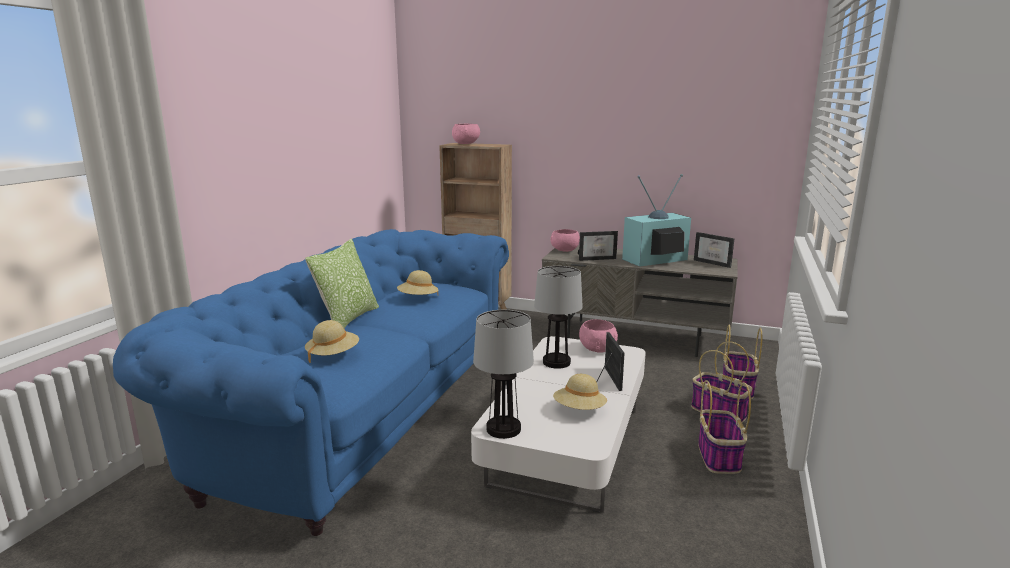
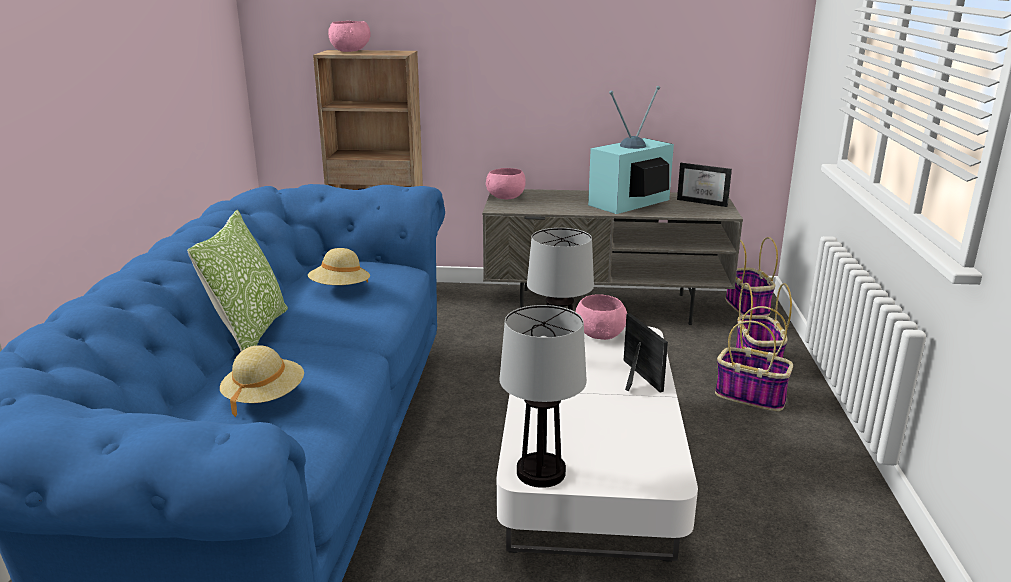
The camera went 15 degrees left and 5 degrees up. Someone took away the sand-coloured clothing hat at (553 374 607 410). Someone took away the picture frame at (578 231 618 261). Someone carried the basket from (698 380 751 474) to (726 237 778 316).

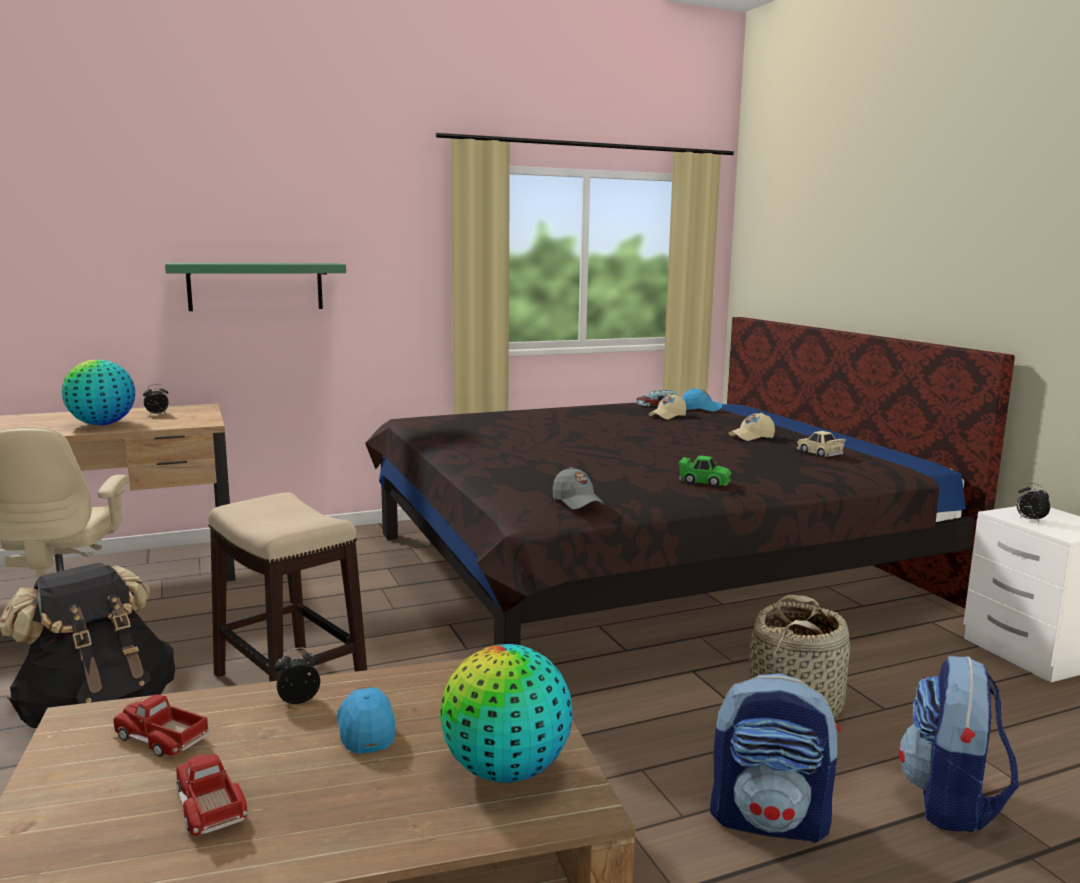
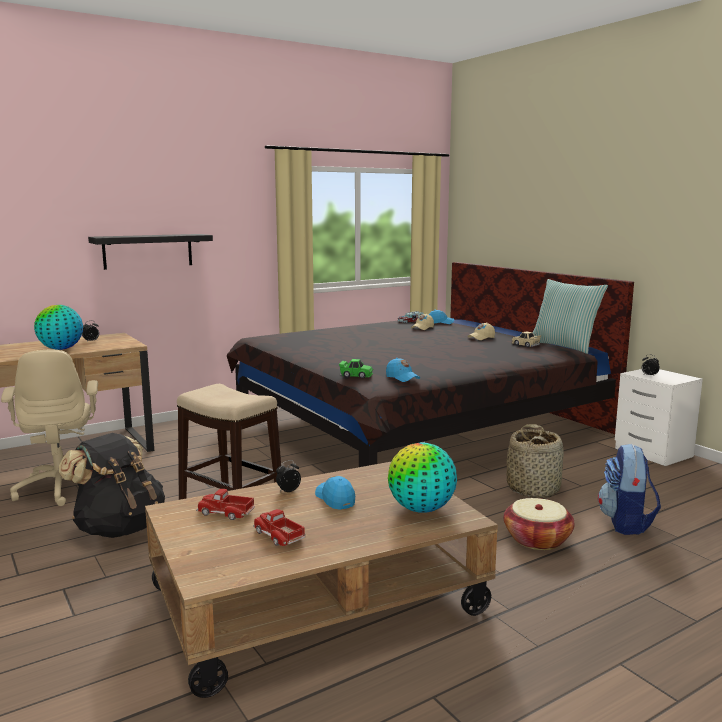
The camera went 10 degrees left and 0 degrees up. Someone put down the throw pillow at (533 279 608 354). Someone carried the greenish miniature car from (678 456 732 486) to (339 359 373 378). Someone swapped the knapsack at (710 673 841 843) for the basket at (504 498 575 550). Someone repainted the greenish wall shelf at (165 263 346 311), which became the black wall shelf at (88 234 213 270). Someone repainted the gray peaked cap at (552 467 604 509), which became the blue peaked cap at (386 358 420 382).

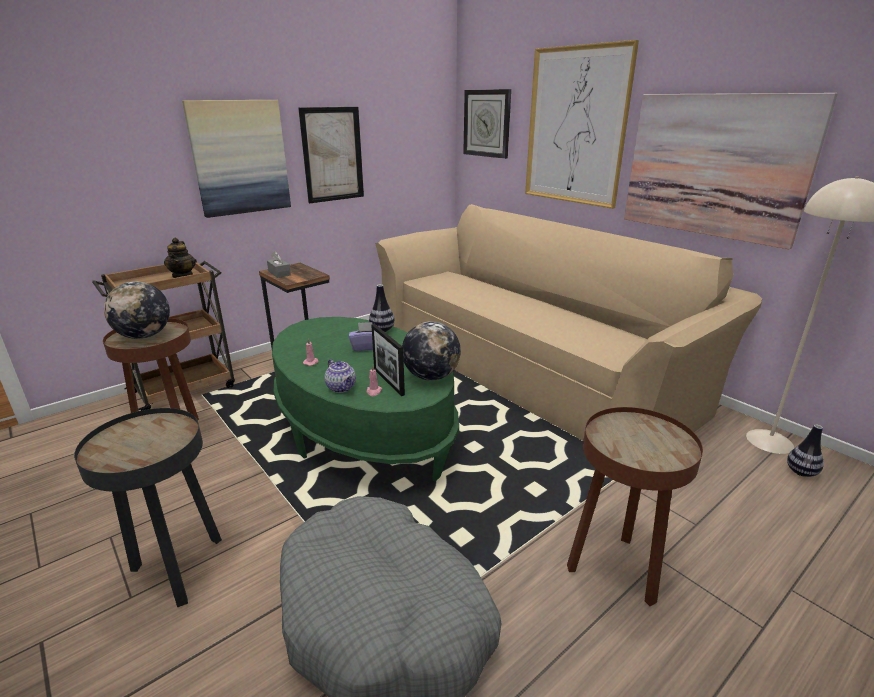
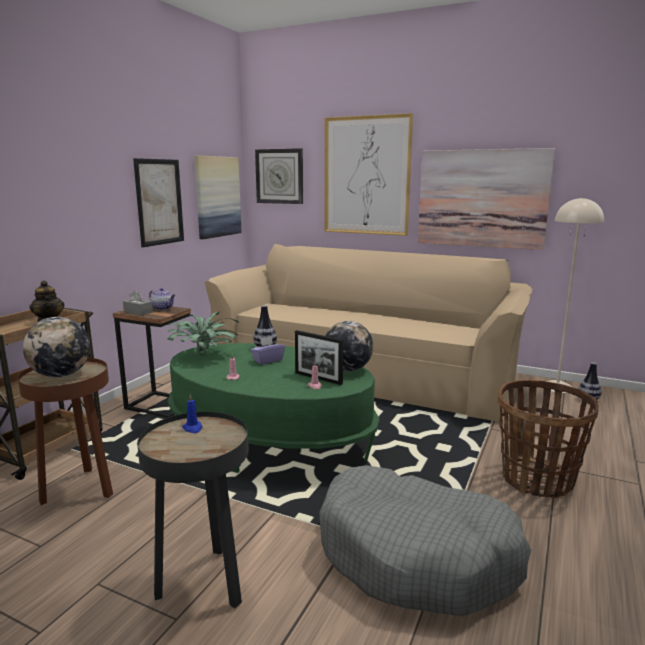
The camera went 25 degrees left and 10 degrees down. Someone put down the plant in a pot at (167 311 239 355). Someone put down the blue wax candle at (182 394 202 433). Someone carried the wall art from (182 100 291 218) to (194 156 242 239). Someone carried the tea pot from (325 359 356 393) to (149 288 175 310). Someone swapped the brown side table at (567 407 703 606) for the basket at (498 380 599 498).

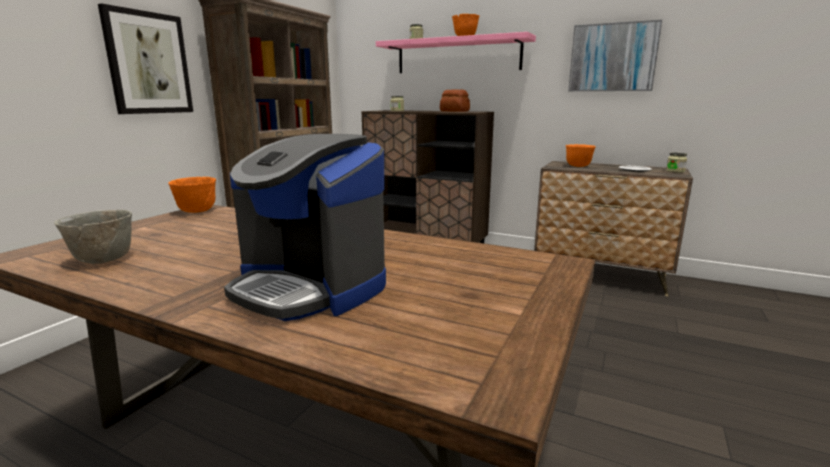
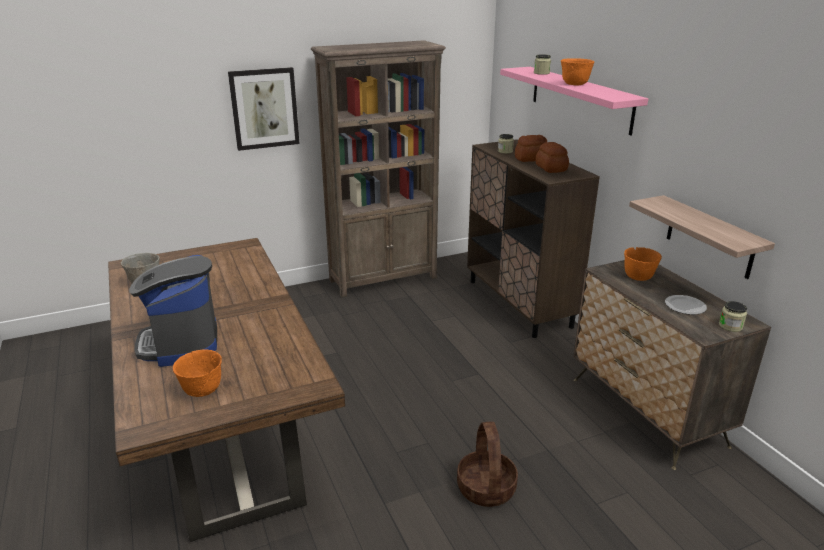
The camera went 40 degrees right and 10 degrees up. Someone took away the wall art at (568 20 662 91). Someone put down the basket at (457 422 518 507). Someone put down the bread at (515 135 547 162). Someone put up the wall shelf at (629 195 775 279). Someone carried the orangey bowl from (168 177 216 213) to (173 349 222 397).

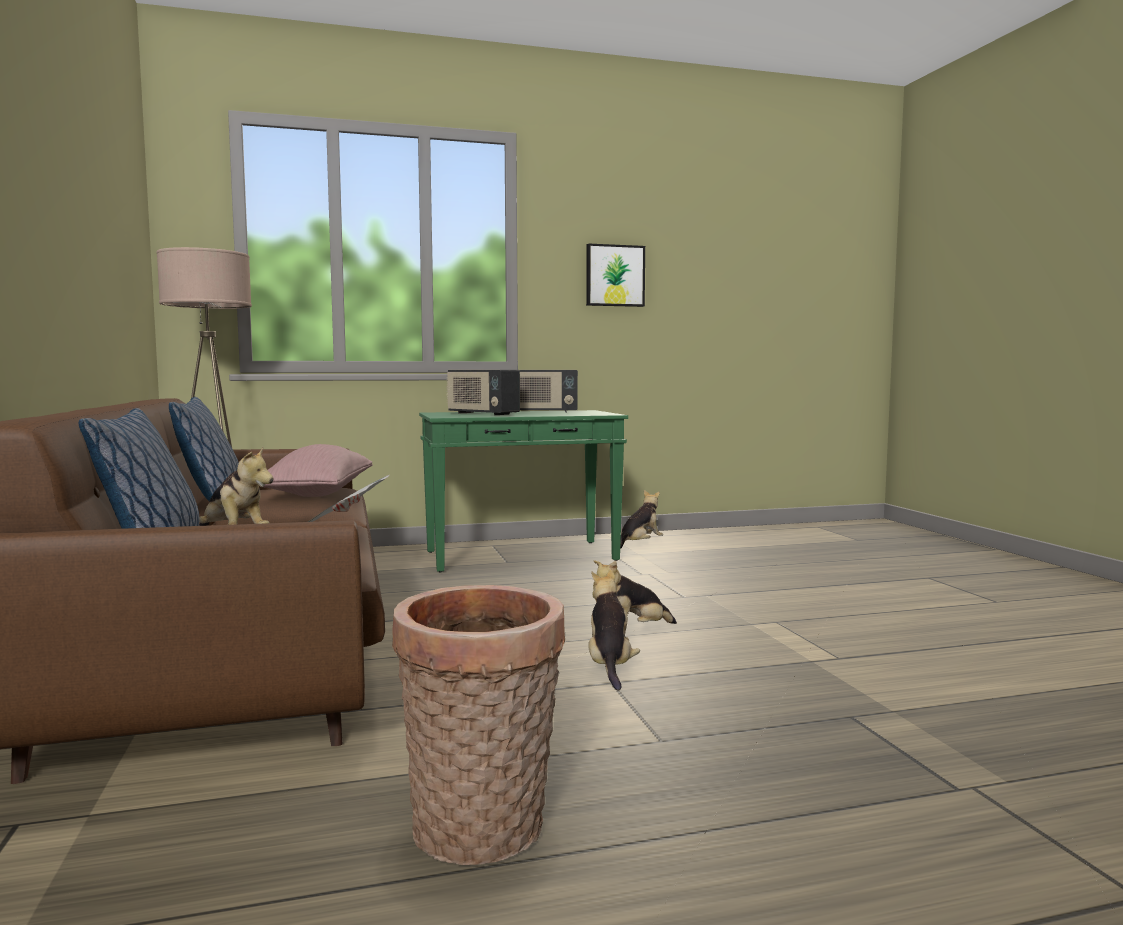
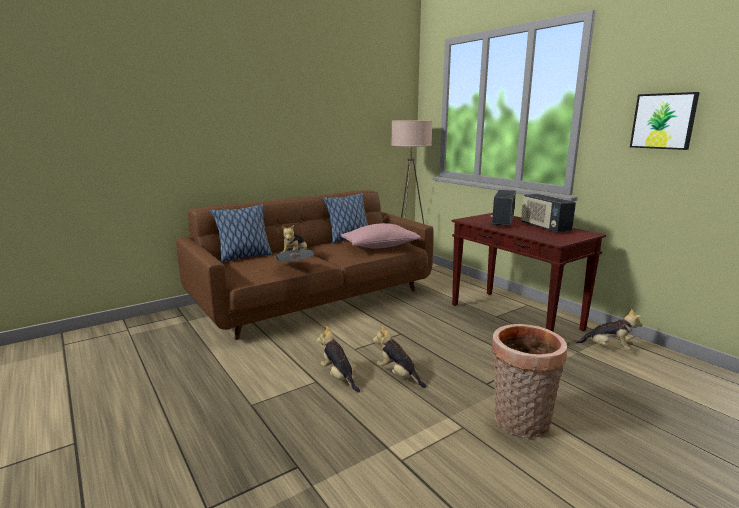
The camera went 70 degrees right and 10 degrees up. Someone carried the basket from (392 585 565 865) to (492 324 567 438). Someone repainted the greenish narrow table at (419 410 628 573), which became the brown narrow table at (452 213 606 332). Someone rotated the soft toy at (588 570 640 691) by 105 degrees counterclockwise.

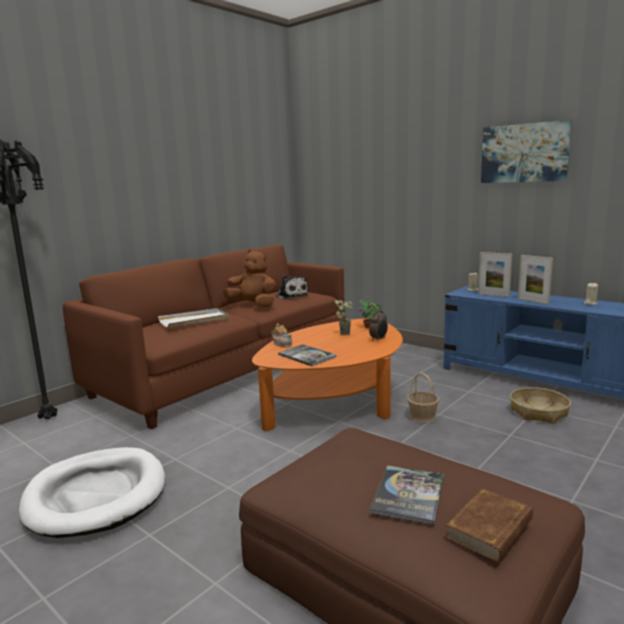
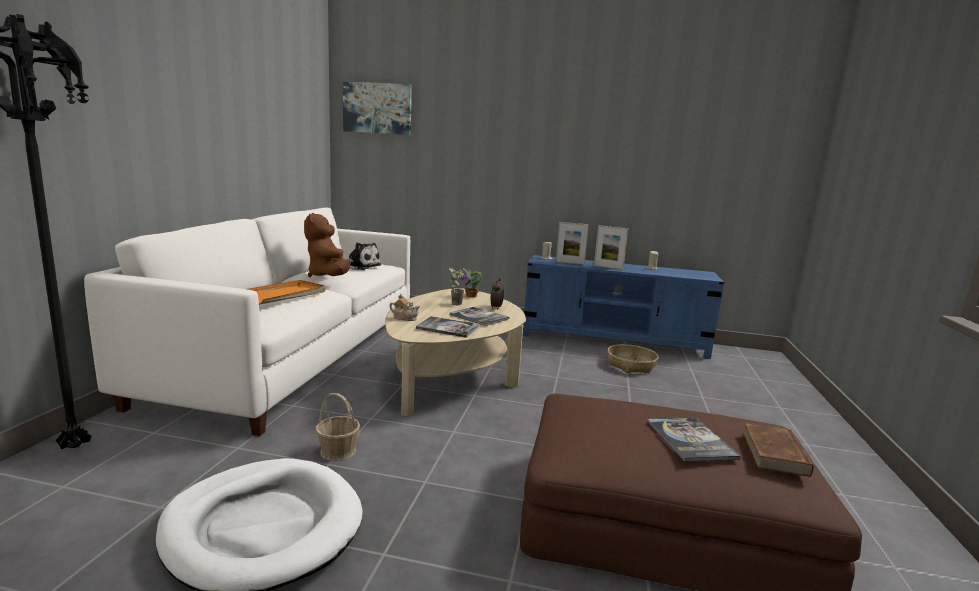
The camera went 30 degrees left and 0 degrees up. Someone put down the book at (450 307 509 326). Someone carried the basket from (407 373 439 423) to (315 393 360 461). Someone carried the wall art from (481 120 572 183) to (343 82 412 135). Someone repainted the brown settee at (63 244 345 429), which became the white settee at (84 208 410 436). Someone repainted the white serving tray at (158 308 230 328), which became the orangey serving tray at (247 280 326 305). Someone repainted the orangey lounge table at (252 319 403 431), which became the sand-coloured lounge table at (385 288 526 416). Someone rotated the brown soft toy at (223 250 276 307) by 105 degrees counterclockwise.

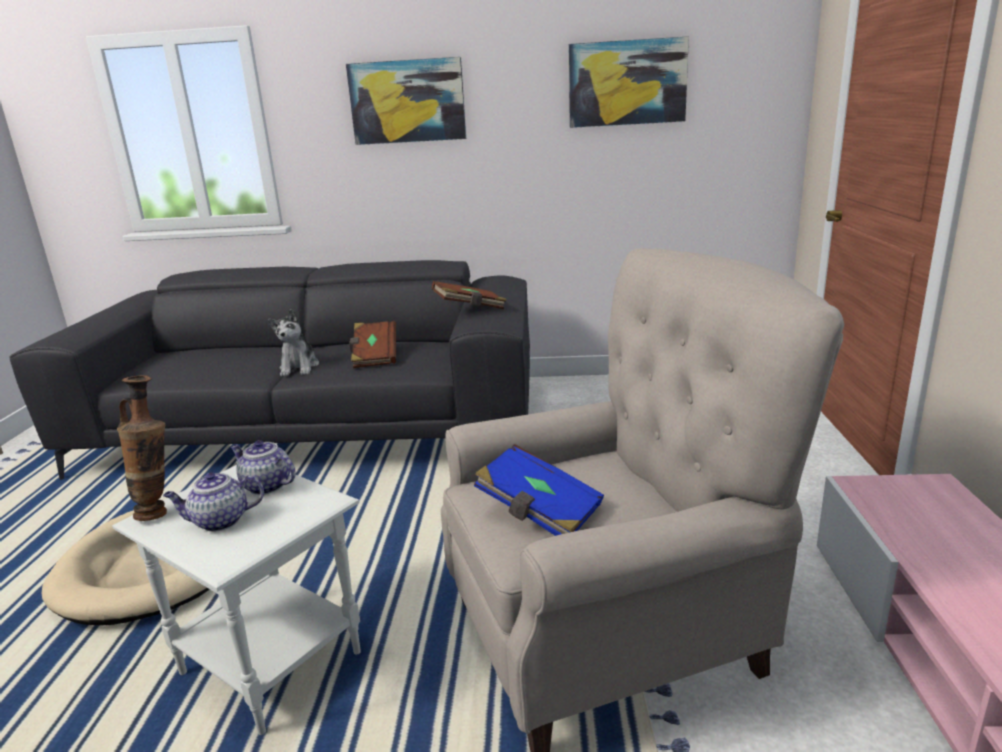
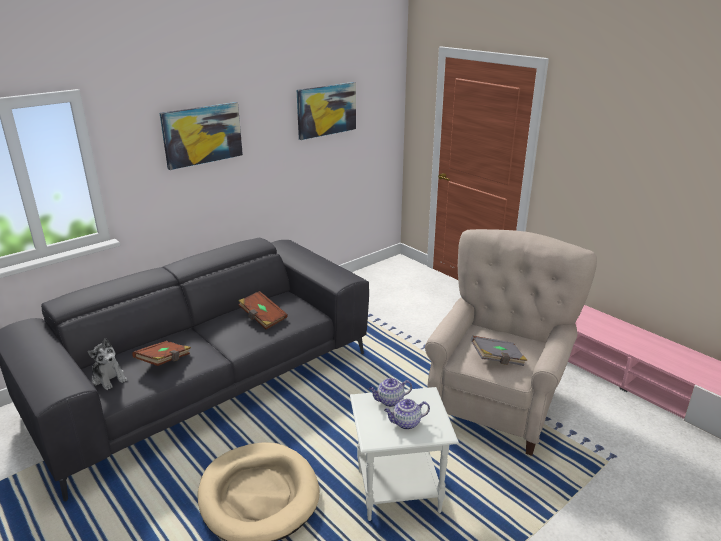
The camera went 45 degrees left and 5 degrees up. Someone took away the flower vase at (117 375 167 521). Someone carried the soft toy from (268 309 319 376) to (88 338 127 390). Someone carried the brown book from (432 281 507 309) to (132 341 191 366). Someone repainted the blue book at (474 444 604 536), which became the gray book at (471 336 527 366). Someone rotated the tea pot at (163 472 264 532) by 45 degrees clockwise.

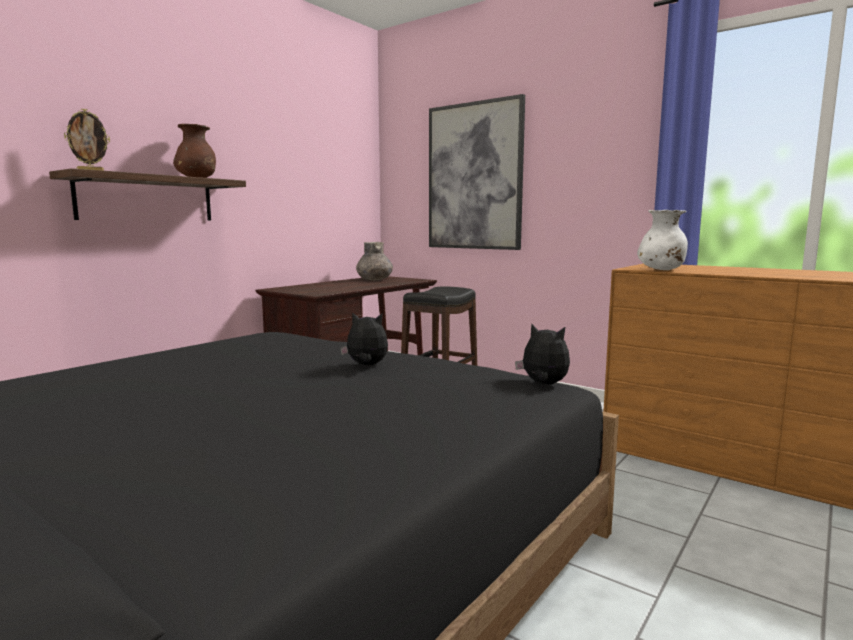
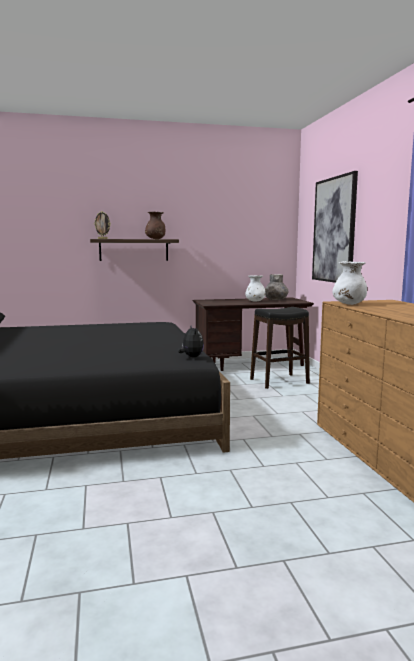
The camera went 40 degrees right and 0 degrees up. Someone took away the soft toy at (340 312 388 365). Someone put down the white flower vase at (245 275 266 302).

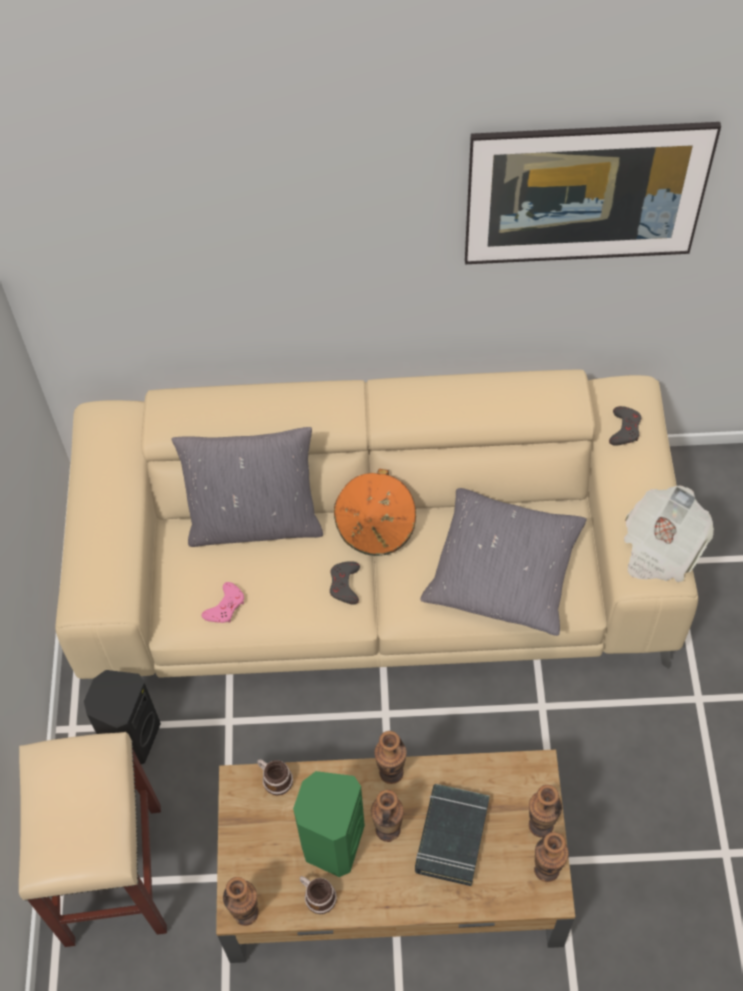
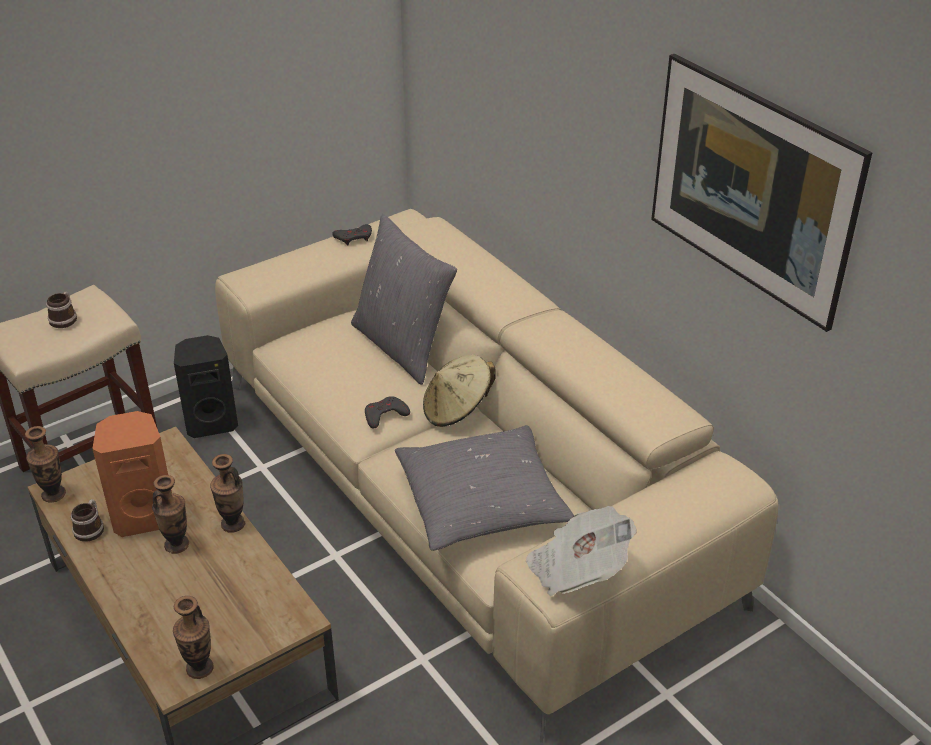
The camera went 55 degrees right and 20 degrees down. Someone took away the pink gamepad at (202 582 244 623). Someone took away the black book at (415 784 490 886). Someone took away the flower vase at (529 785 562 837). Someone carried the coffee mug from (257 759 293 795) to (46 292 77 328). Someone carried the gray gamepad from (609 406 641 446) to (332 224 372 245). Someone repainted the greenish loudspeaker at (293 771 365 877), which became the orangey loudspeaker at (92 411 172 537). Someone repainted the orangey clothing hat at (334 469 416 556), which became the sand-coloured clothing hat at (423 355 496 427).

